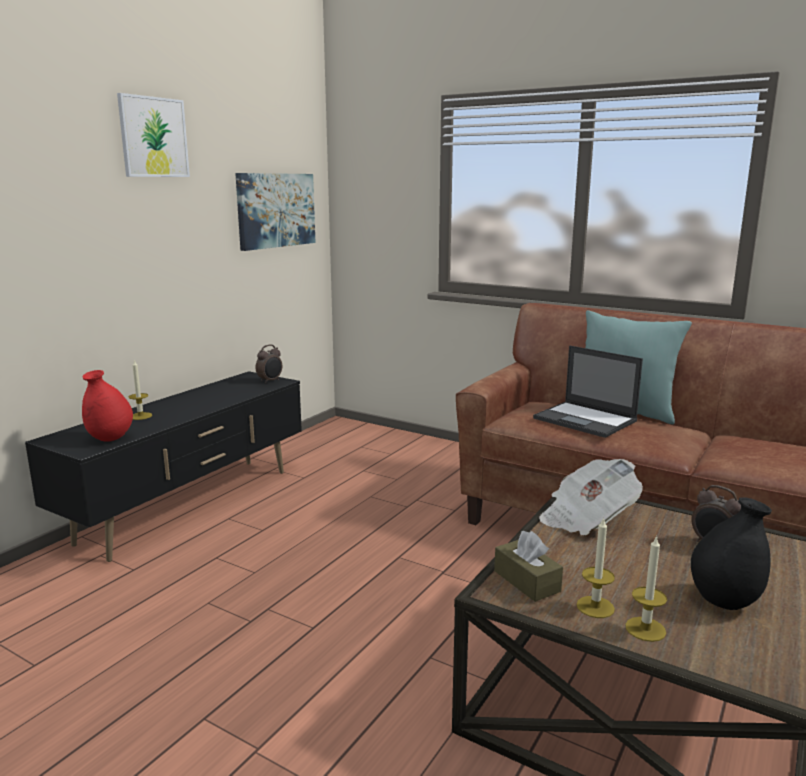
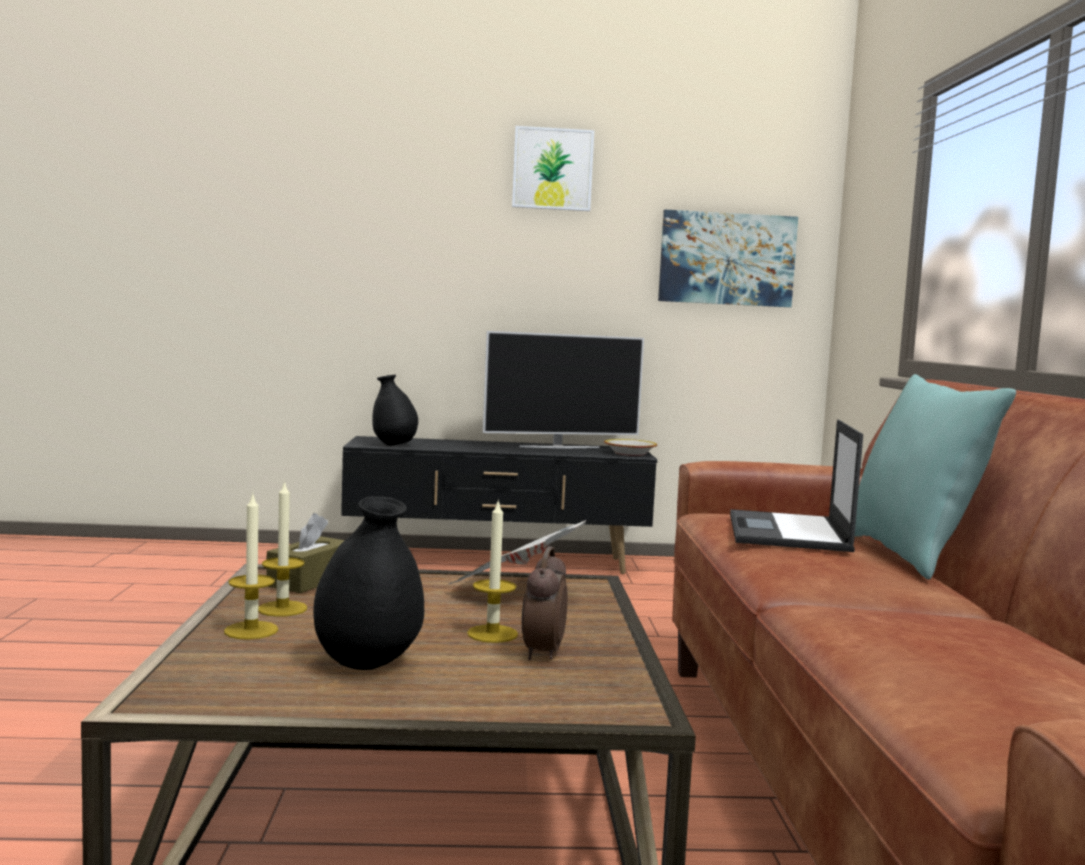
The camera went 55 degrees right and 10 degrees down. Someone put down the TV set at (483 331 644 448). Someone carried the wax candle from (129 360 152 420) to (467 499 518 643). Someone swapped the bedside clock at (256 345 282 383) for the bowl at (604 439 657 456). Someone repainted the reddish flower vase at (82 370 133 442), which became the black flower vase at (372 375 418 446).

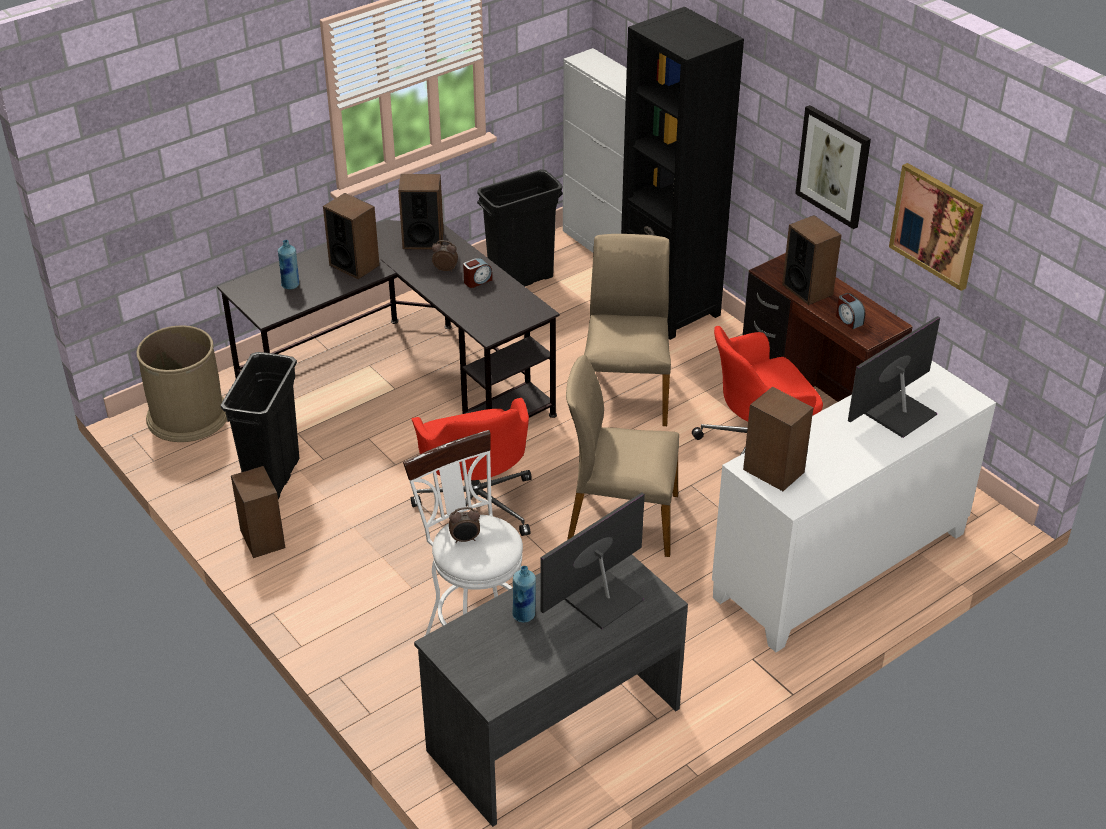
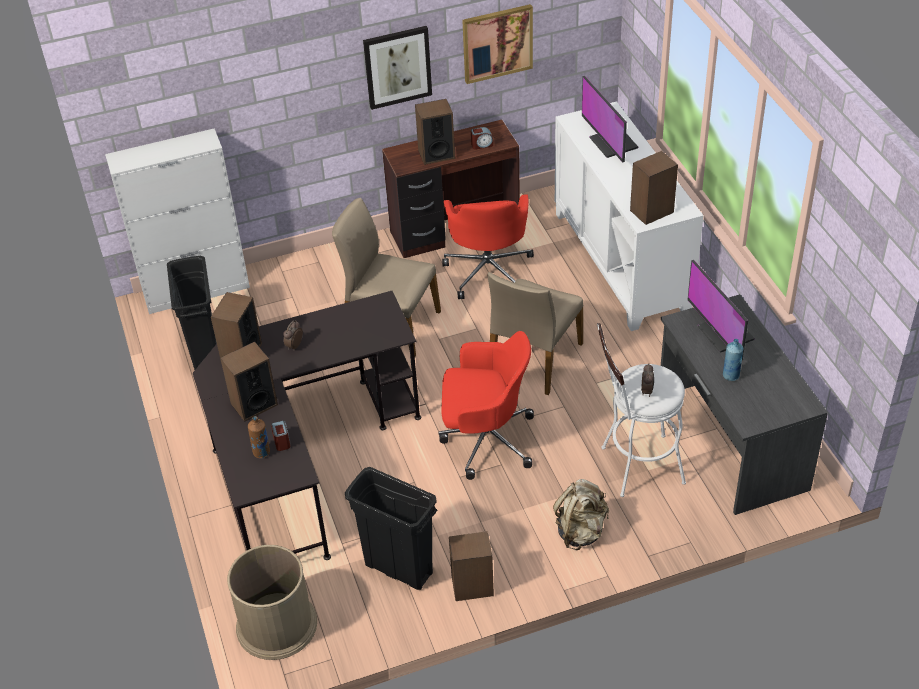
The camera went 70 degrees left and 5 degrees up. Someone took away the black shelving unit at (621 7 744 340). Someone put down the sand-coloured knapsack at (553 479 609 550). Someone carried the bedside clock from (463 258 492 288) to (271 421 290 451). Someone repainted the blue bottle at (278 240 299 290), which became the brown bottle at (248 416 270 458).

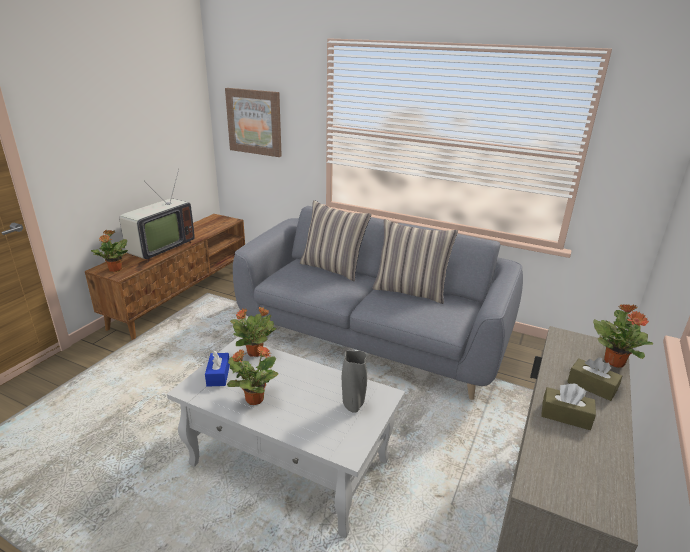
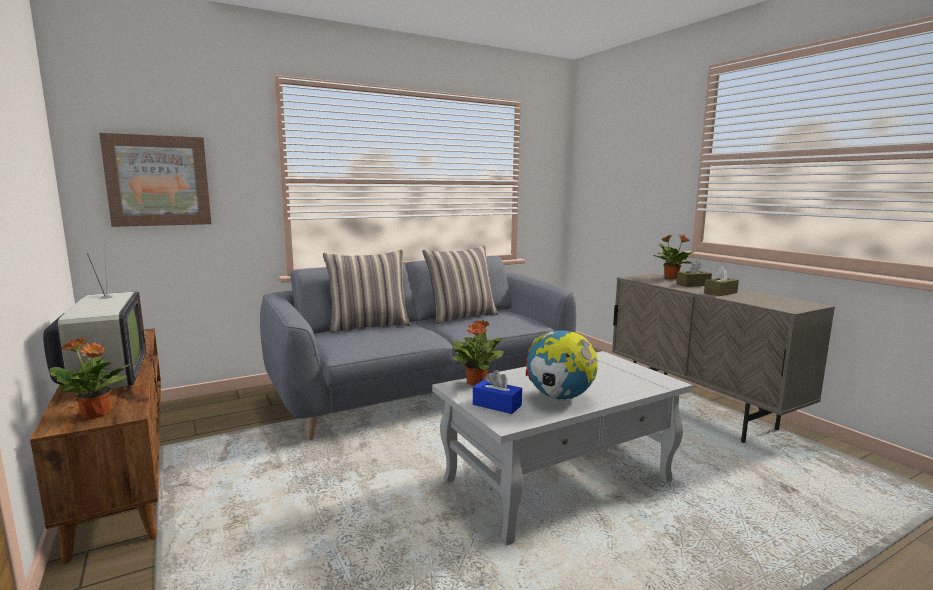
The camera went 55 degrees left and 15 degrees down. Someone took away the gray flower vase at (342 350 367 413). Someone swapped the plant in a pot at (227 345 278 405) for the world globe at (526 331 597 401).

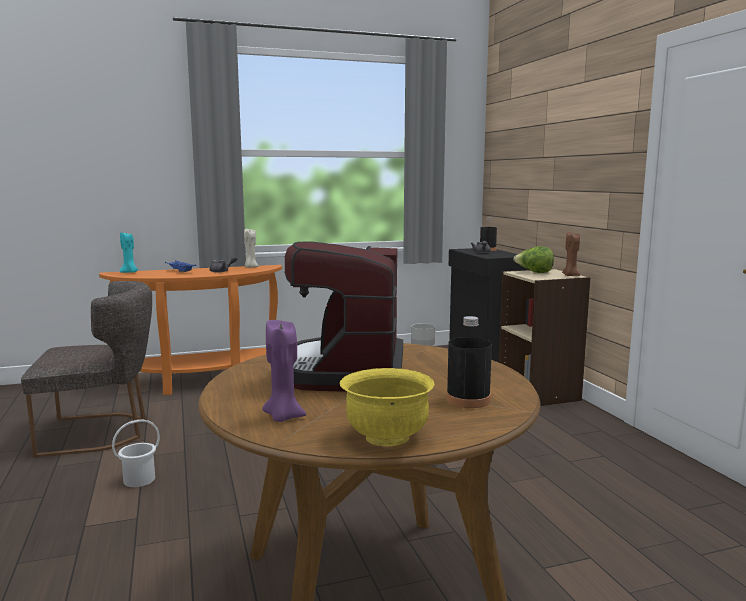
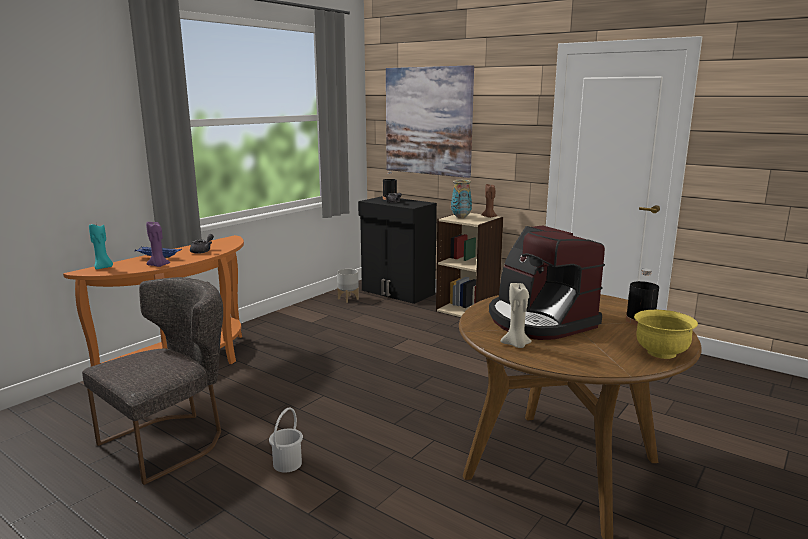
The camera went 35 degrees left and 5 degrees up. Someone put up the wall art at (386 65 474 178). Someone carried the sand-coloured wax candle from (244 229 259 268) to (501 283 532 348). Someone carried the purple-coloured wax candle from (262 320 307 422) to (146 221 170 267). Someone swapped the head of lettuce at (513 246 554 273) for the flower vase at (451 180 472 218).

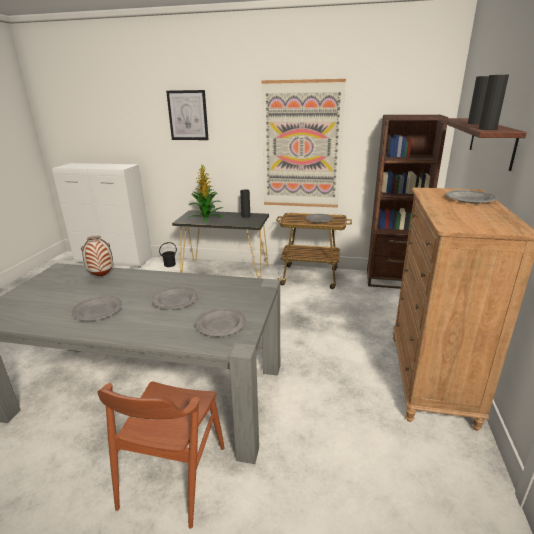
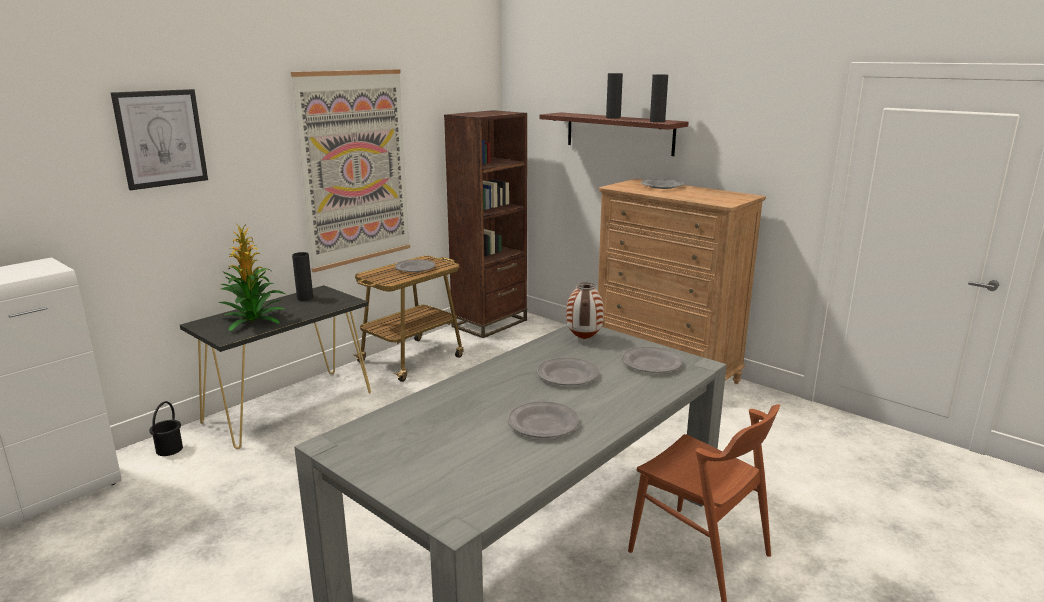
The camera went 60 degrees left and 5 degrees down. Someone carried the flower vase from (81 236 113 276) to (566 283 604 339).

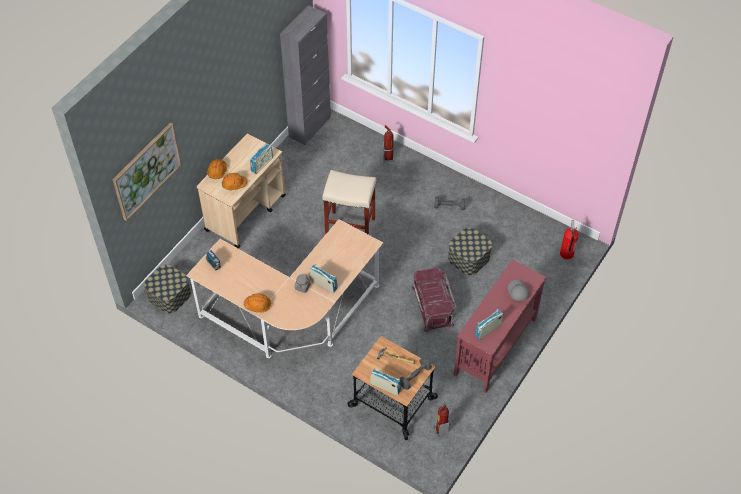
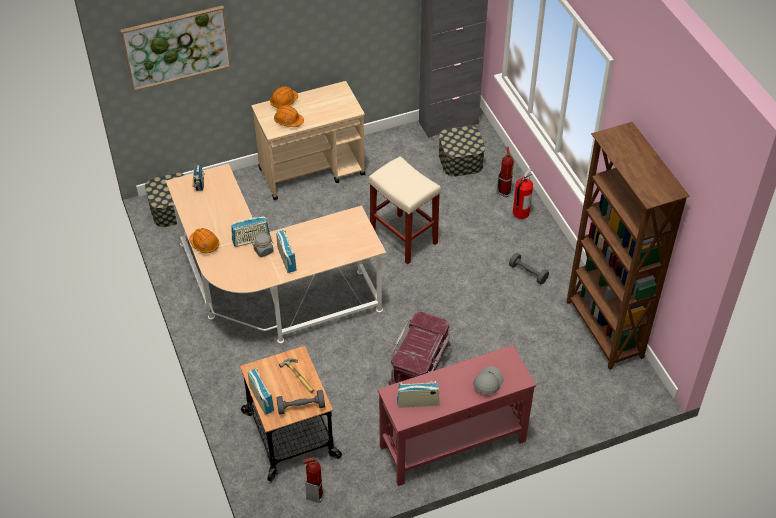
The camera went 35 degrees right and 5 degrees down. Someone put down the brown shelving unit at (566 122 690 370). Someone carried the radio set from (250 144 273 174) to (231 216 270 247). Someone carried the storage box from (448 227 492 276) to (439 126 485 177). Someone carried the fire extinguisher from (560 220 579 259) to (513 168 533 219).

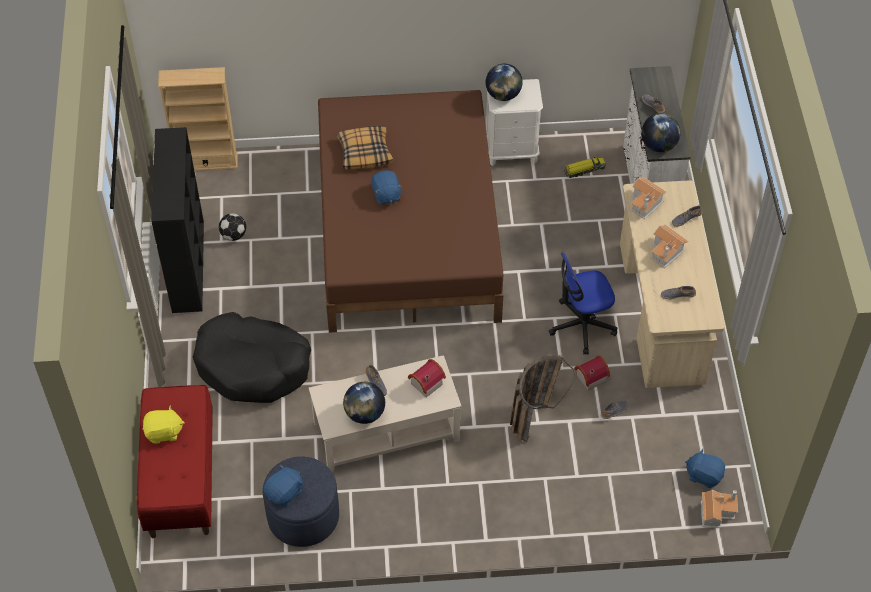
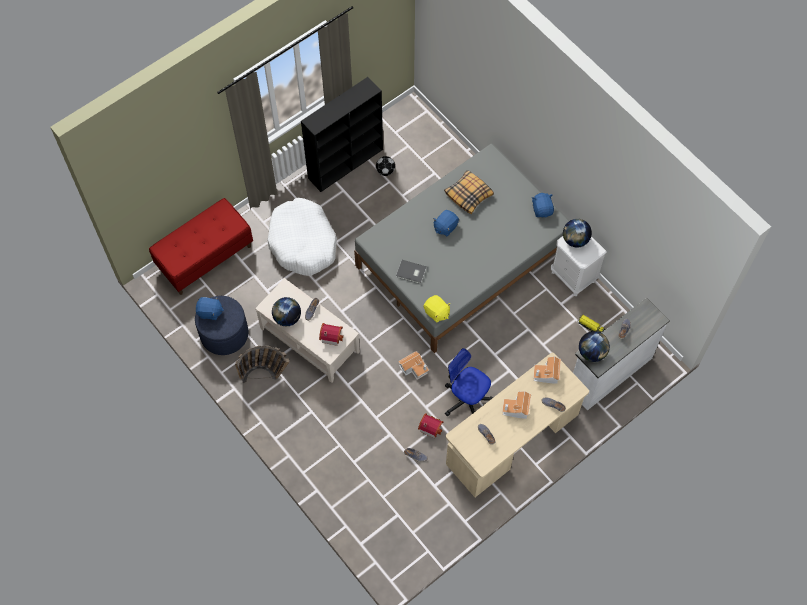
The camera went 55 degrees right and 10 degrees up. Someone took away the sand-coloured shelving unit at (158 67 238 171). Someone put down the gray book at (396 260 427 284). Someone carried the yellow-coloured soft toy from (142 405 185 444) to (424 295 451 323). Someone carried the basket from (510 354 574 442) to (235 345 289 383). Someone carried the blue soft toy from (685 449 725 488) to (532 193 554 217). Someone carried the miniature house from (701 490 738 528) to (398 351 429 380). Someone repainted the black pet bed at (193 312 311 403), which became the white pet bed at (267 198 337 276). Someone repainted the brown sleeping bed at (318 90 504 333), which became the gray sleeping bed at (354 144 570 353).

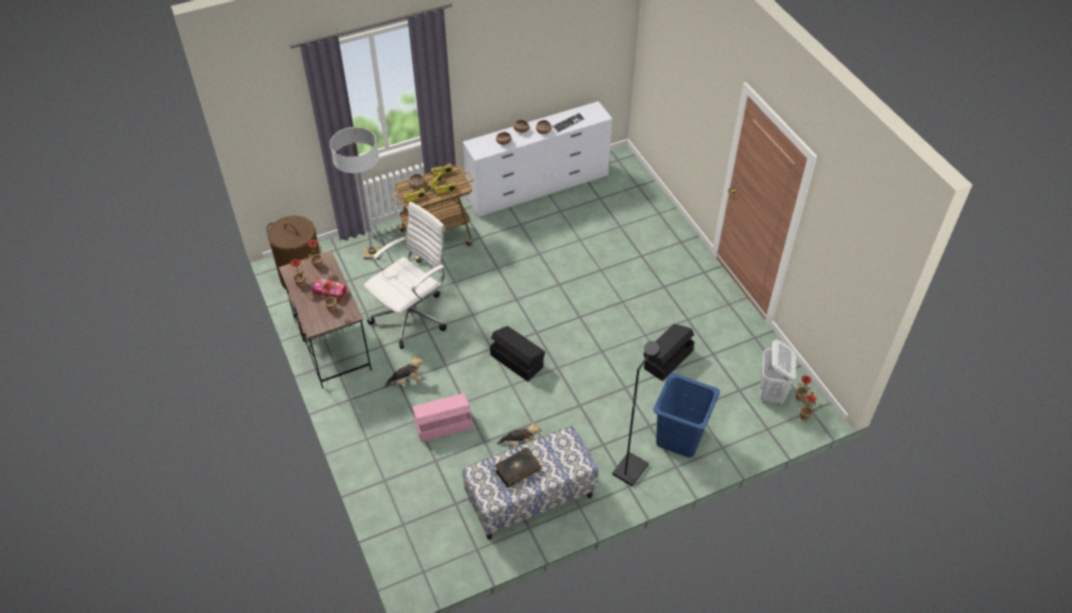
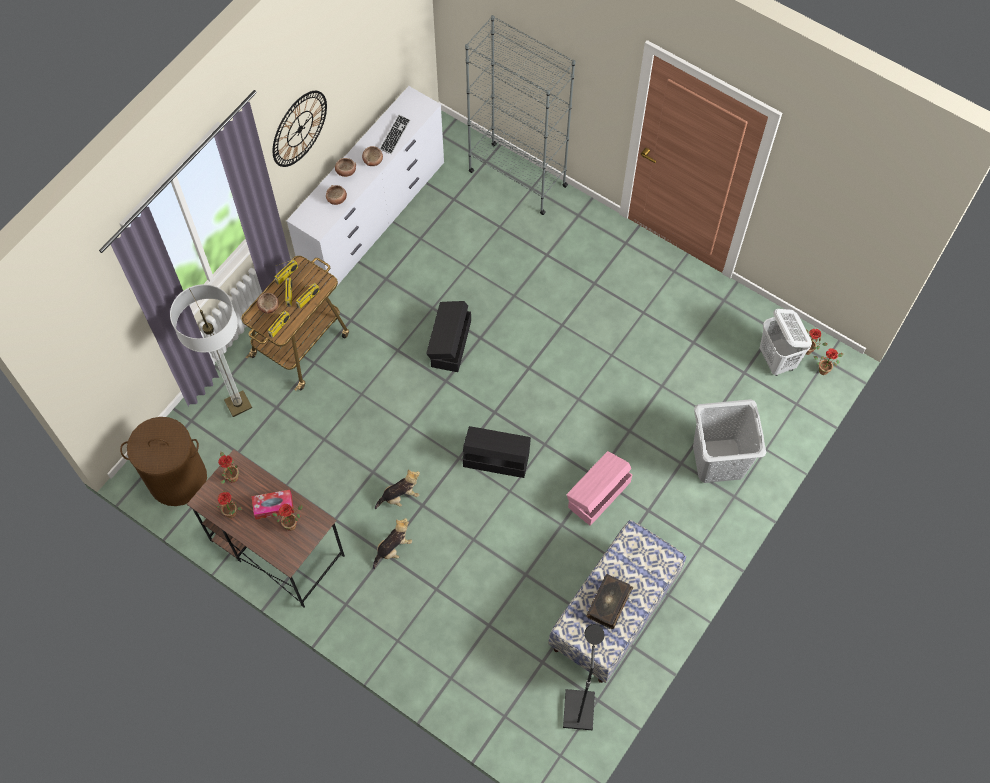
The camera went 30 degrees left and 15 degrees up. Someone took away the white office chair at (364 202 447 349). Someone put up the hanging clock at (273 91 327 167). Someone put down the gray shelving unit at (465 15 576 215). Someone carried the pink storage box from (412 393 472 442) to (566 451 632 526). Someone carried the soft toy from (497 421 542 448) to (375 469 420 509). Someone carried the black standard lamp from (612 341 660 486) to (563 624 605 730). Someone carried the black storage box from (643 324 695 381) to (426 301 471 372). Someone repainted the blue hamper at (653 373 720 458), which became the gray hamper at (693 399 766 483).

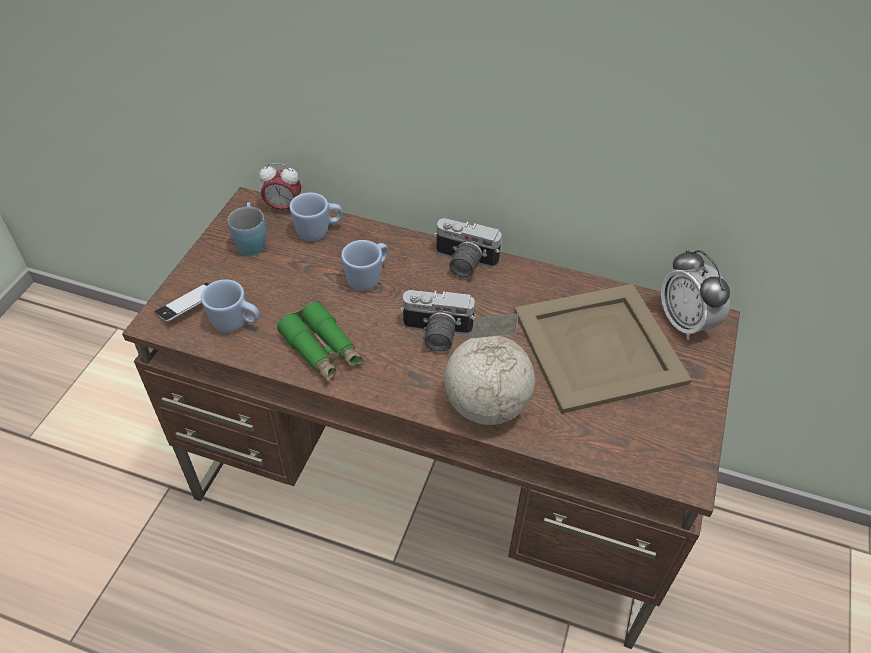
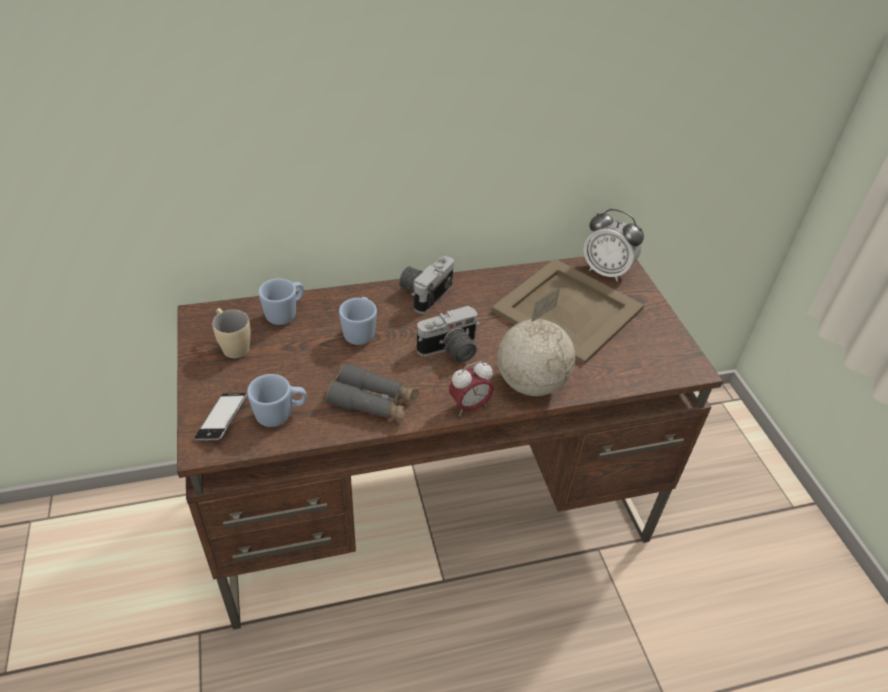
The camera went 35 degrees left and 5 degrees down. Someone carried the bedside clock from (259 163 301 211) to (449 361 494 416). Someone repainted the blue coffee mug at (228 202 266 256), which became the sand-coloured coffee mug at (212 308 251 358). Someone repainted the greenish pair of binoculars at (277 301 363 382), which became the gray pair of binoculars at (326 363 419 421). Someone rotated the photo camera at (433 218 502 278) by 135 degrees clockwise.

